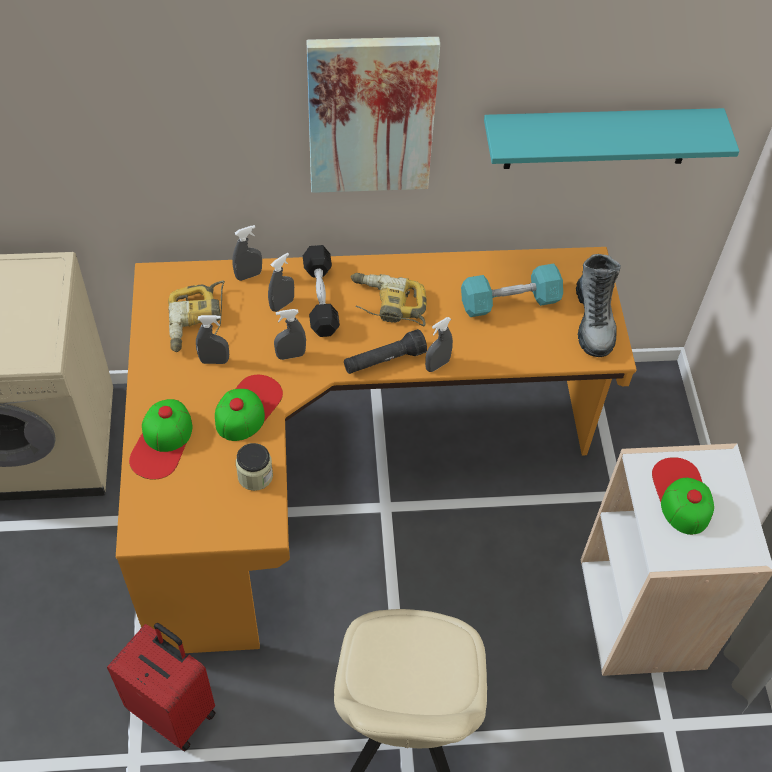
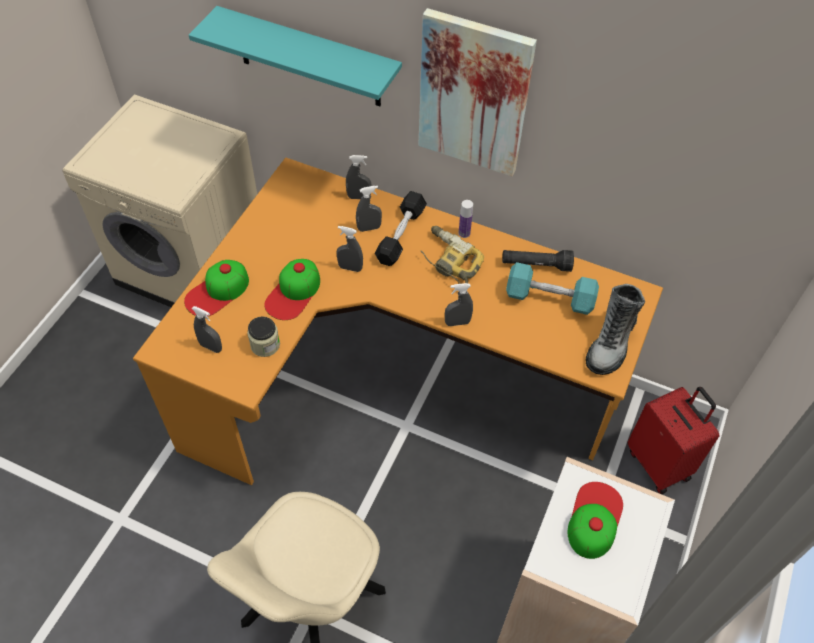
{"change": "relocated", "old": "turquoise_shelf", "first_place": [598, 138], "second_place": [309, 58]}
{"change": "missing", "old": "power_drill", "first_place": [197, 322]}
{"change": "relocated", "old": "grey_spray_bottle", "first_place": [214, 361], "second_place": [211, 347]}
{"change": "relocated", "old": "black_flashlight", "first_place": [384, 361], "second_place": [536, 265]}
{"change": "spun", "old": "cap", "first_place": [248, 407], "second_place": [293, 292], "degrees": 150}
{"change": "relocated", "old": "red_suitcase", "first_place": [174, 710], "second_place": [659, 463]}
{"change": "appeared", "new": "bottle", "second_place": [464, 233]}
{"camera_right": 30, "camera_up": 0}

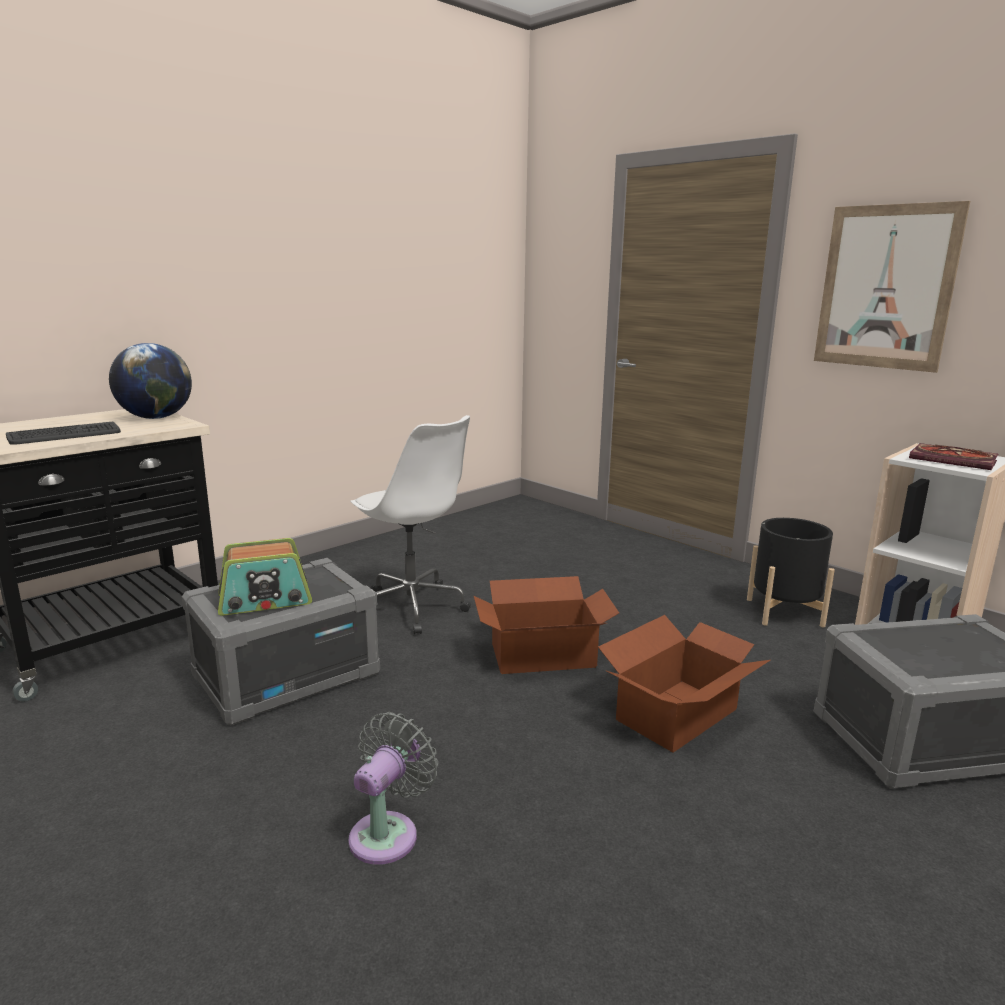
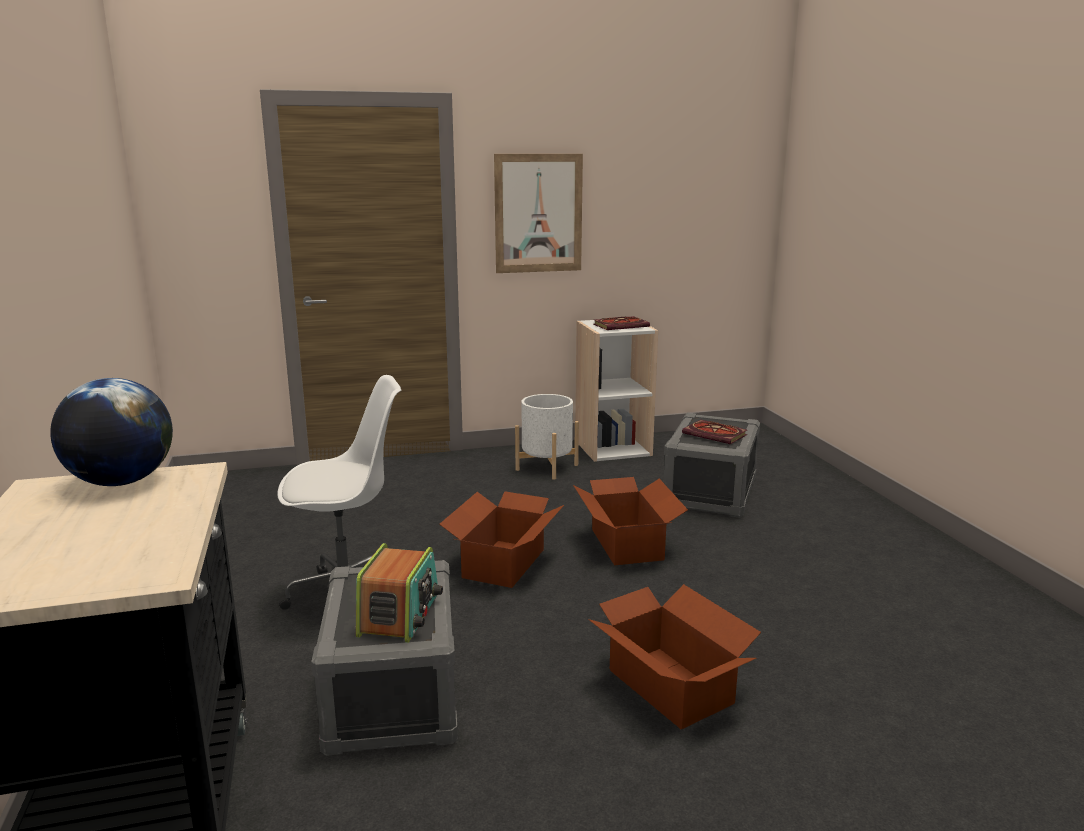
{"change": "missing", "old": "keyboard", "first_place": [65, 435]}
{"change": "colour", "old": "black_planter", "new": "white_planter", "first_place": [784, 612], "second_place": [547, 467]}
{"change": "exchanged", "old": "grey_fan", "new": "cardboard_box", "first_place": [388, 833], "second_place": [669, 687]}
{"change": "appeared", "new": "book", "second_place": [716, 434]}
{"camera_right": -60, "camera_up": 0}

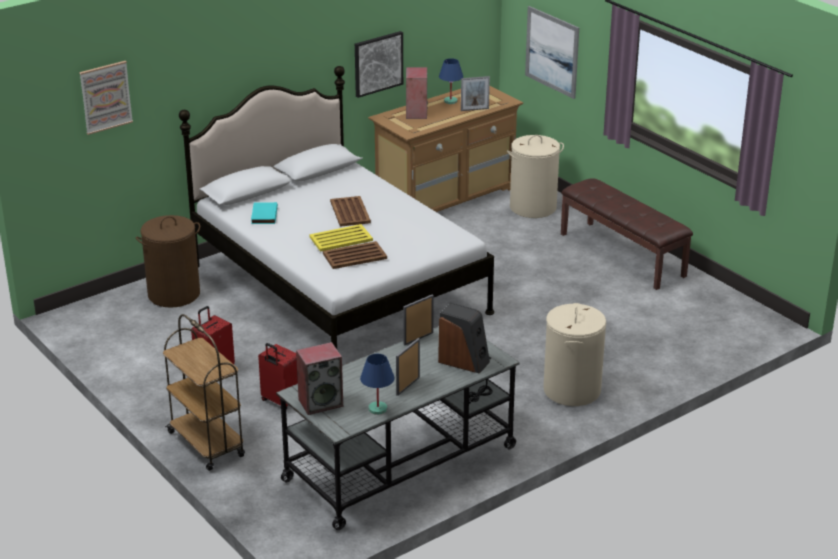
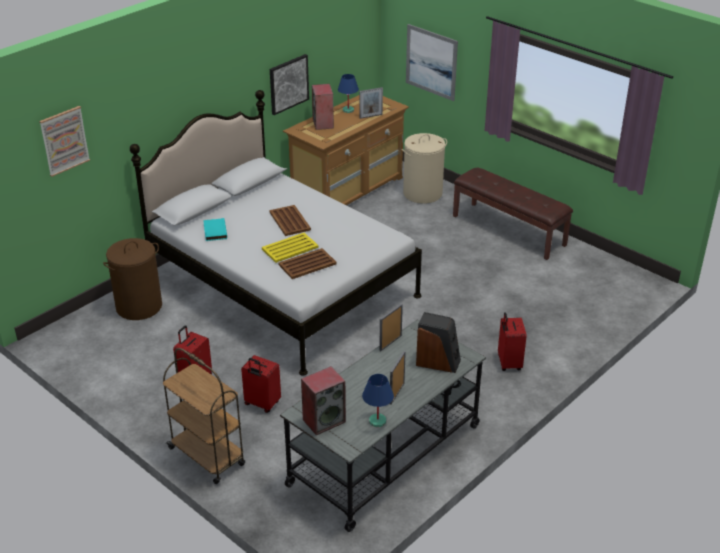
{"change": "exchanged", "old": "beige_laundry_basket", "new": "red_suitcase", "first_place": [571, 390], "second_place": [508, 363]}
{"camera_right": -10, "camera_up": 5}

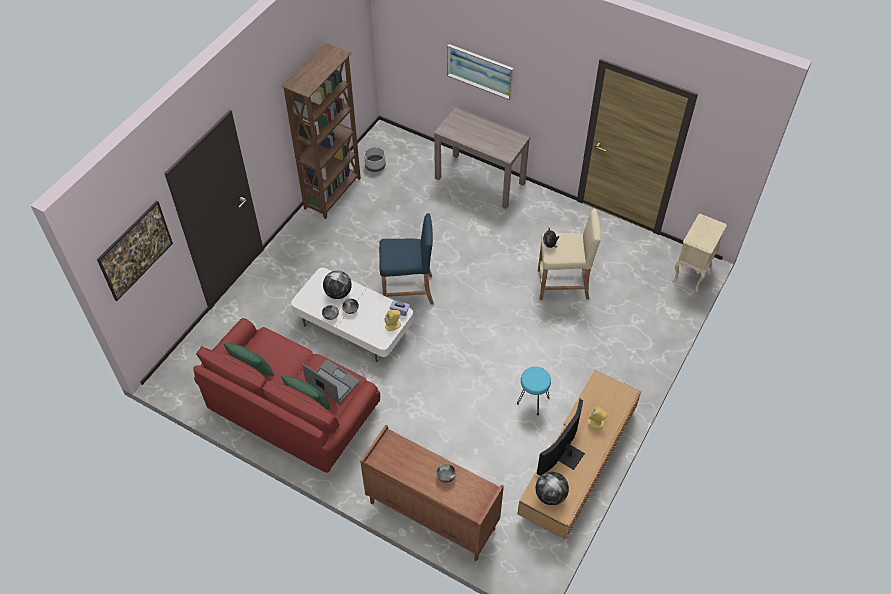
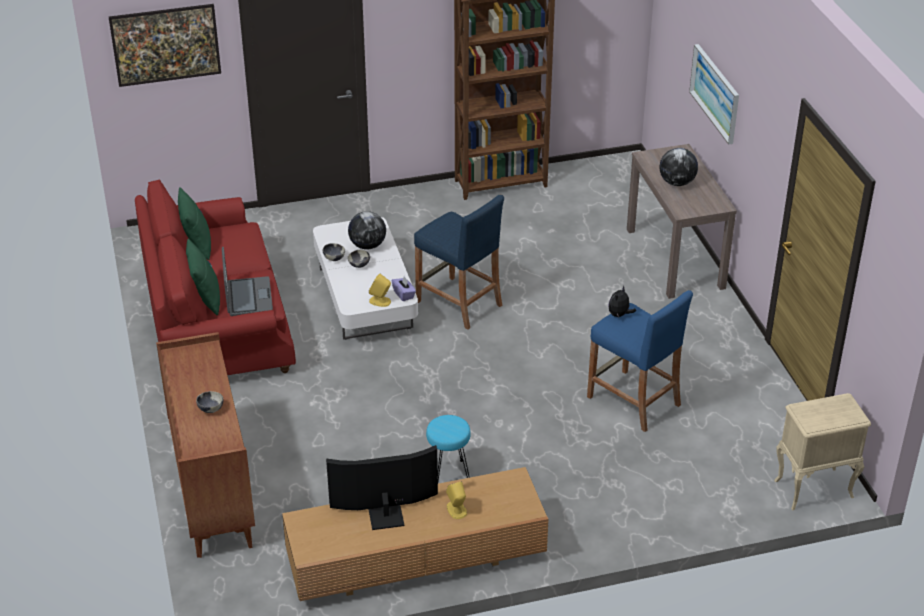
{"change": "missing", "old": "grey_planter", "first_place": [375, 165]}
{"change": "colour", "old": "beige_stool", "new": "blue_stool", "first_place": [563, 285], "second_place": [633, 401]}
{"change": "relocated", "old": "globe", "first_place": [550, 495], "second_place": [677, 183]}
{"camera_right": 45, "camera_up": -15}

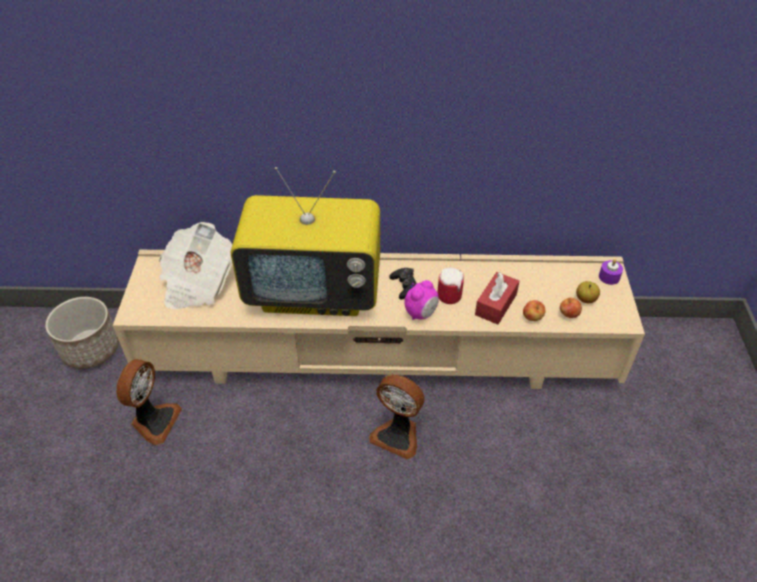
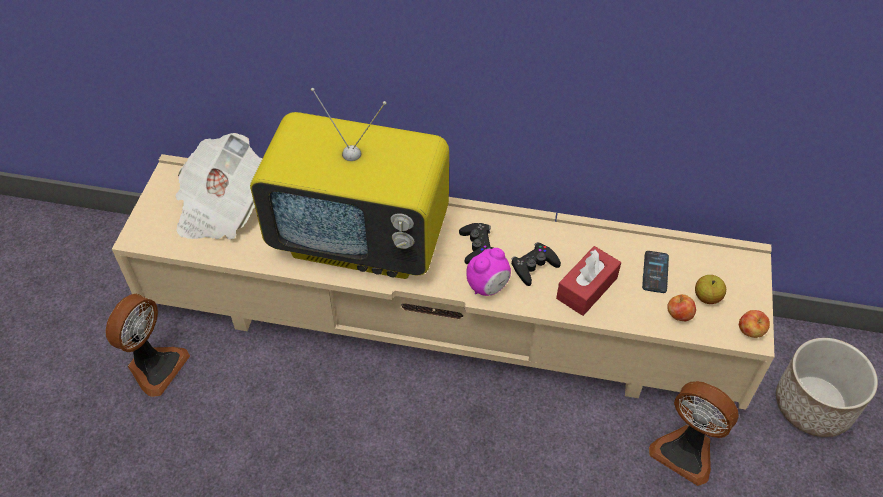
{"change": "missing", "old": "purple_candle", "first_place": [609, 277]}
{"change": "exchanged", "old": "mug", "new": "black_game_controller", "first_place": [452, 294], "second_place": [534, 266]}
{"change": "relocated", "old": "planter", "first_place": [91, 349], "second_place": [814, 405]}
{"change": "relocated", "old": "apple", "first_place": [532, 318], "second_place": [750, 331]}
{"change": "relocated", "old": "fan", "first_place": [398, 435], "second_place": [686, 451]}
{"change": "appeared", "new": "phone", "second_place": [655, 272]}
{"camera_right": 10, "camera_up": 5}

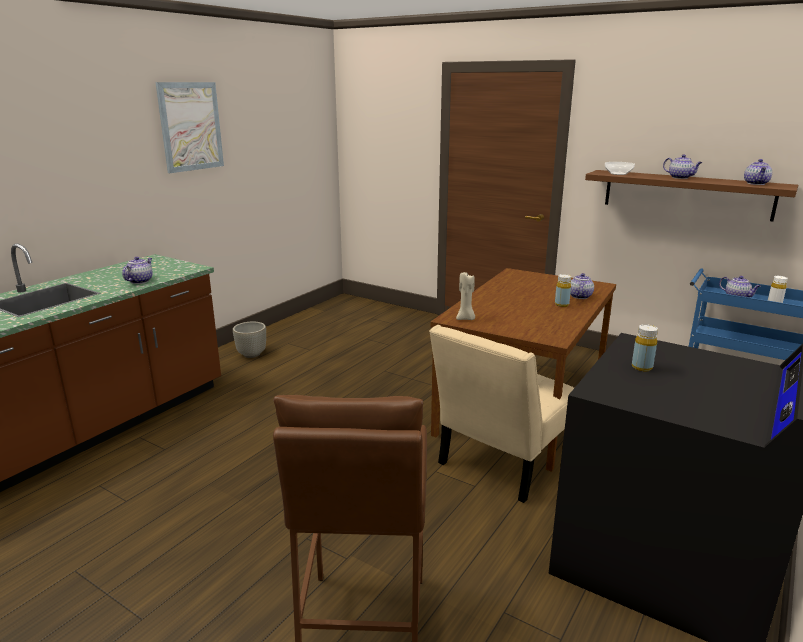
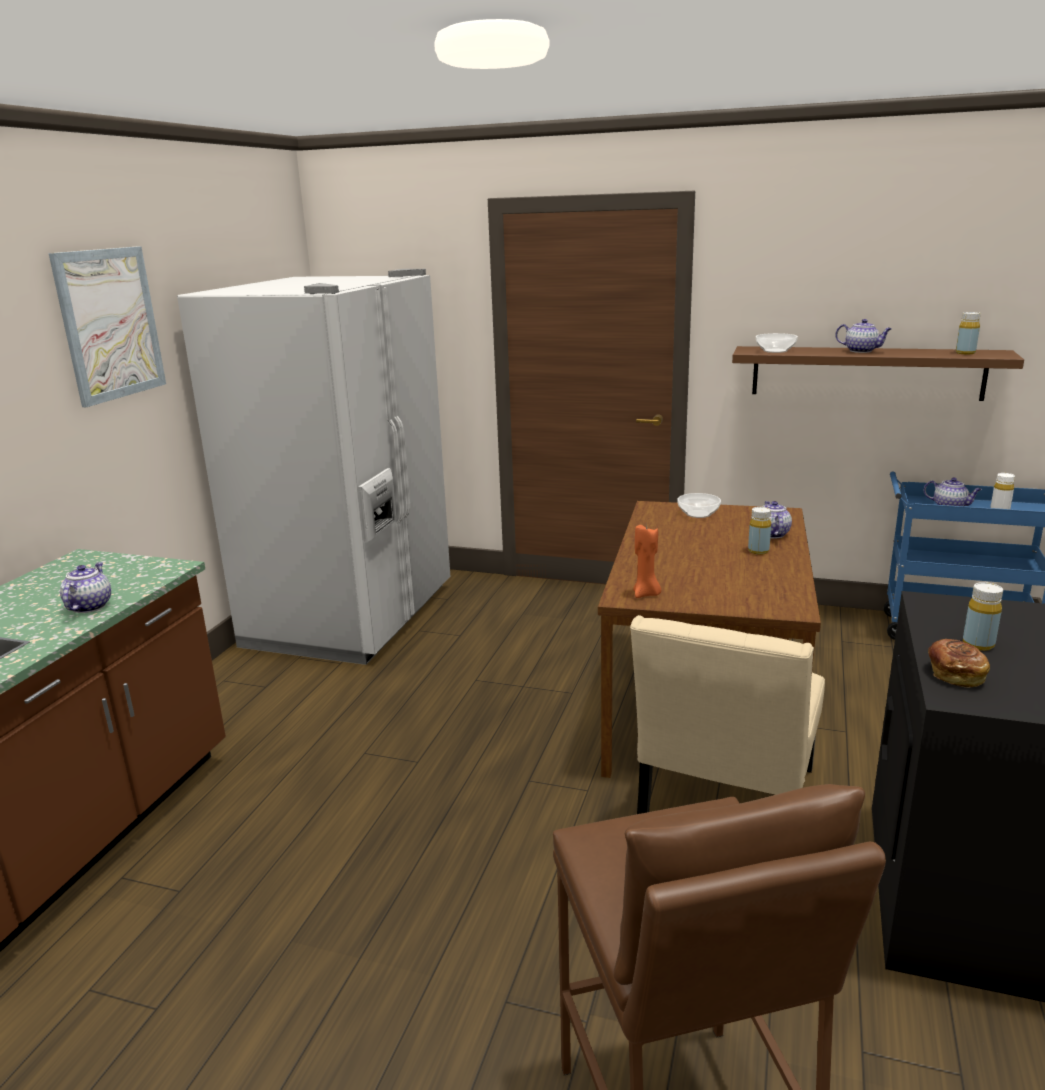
{"change": "exchanged", "old": "teapot", "new": "yellow_bottle", "first_place": [756, 183], "second_place": [965, 353]}
{"change": "colour", "old": "beige_candle", "new": "orange_candle", "first_place": [466, 319], "second_place": [646, 594]}
{"change": "missing", "old": "grey_planter", "first_place": [252, 354]}
{"change": "appeared", "new": "white_fridge", "second_place": [352, 614]}
{"change": "appeared", "new": "bowl", "second_place": [697, 514]}
{"change": "appeared", "new": "bread", "second_place": [955, 674]}
{"camera_right": -15, "camera_up": 0}

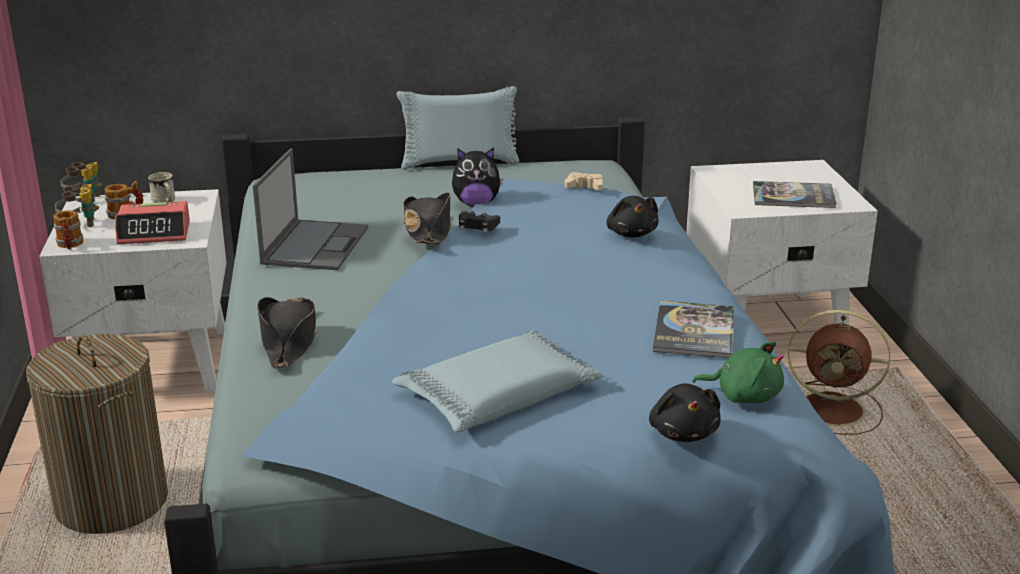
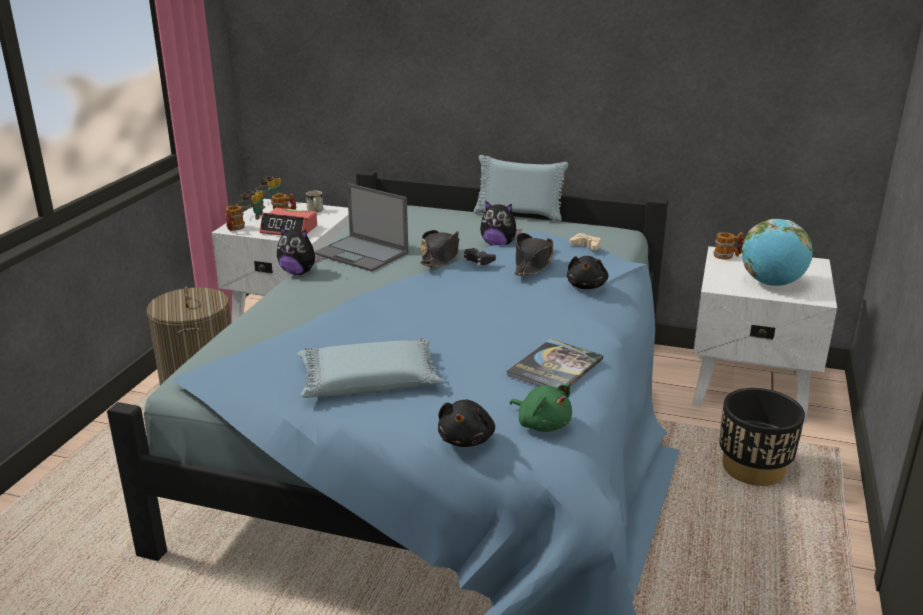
{"change": "spun", "old": "laptop", "first_place": [315, 245], "second_place": [362, 254], "degrees": 90}
{"change": "exchanged", "old": "book", "new": "globe", "first_place": [793, 196], "second_place": [771, 283]}
{"change": "relocated", "old": "black_hat", "first_place": [289, 341], "second_place": [533, 263]}
{"change": "exchanged", "old": "brown_fan", "new": "black_planter", "first_place": [834, 410], "second_place": [753, 468]}
{"change": "appeared", "new": "plush_toy", "second_place": [298, 272]}
{"change": "appeared", "new": "mug", "second_place": [727, 256]}
{"camera_right": 25, "camera_up": 0}

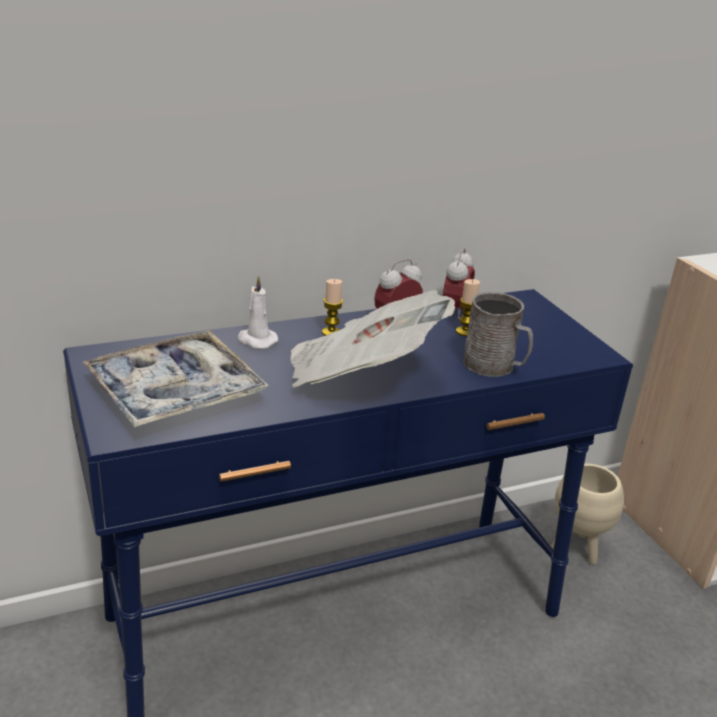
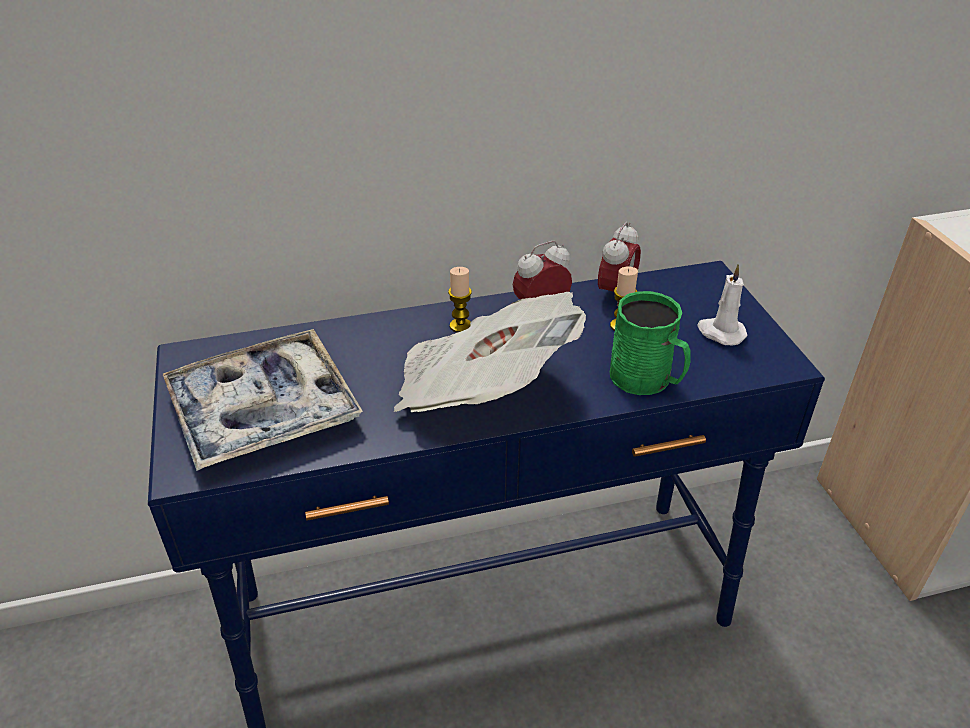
{"change": "relocated", "old": "white_candle", "first_place": [256, 340], "second_place": [720, 332]}
{"change": "colour", "old": "grey_mug", "new": "green_mug", "first_place": [495, 366], "second_place": [647, 379]}
{"change": "missing", "old": "beige_planter", "first_place": [577, 549]}
{"camera_right": 10, "camera_up": 10}

